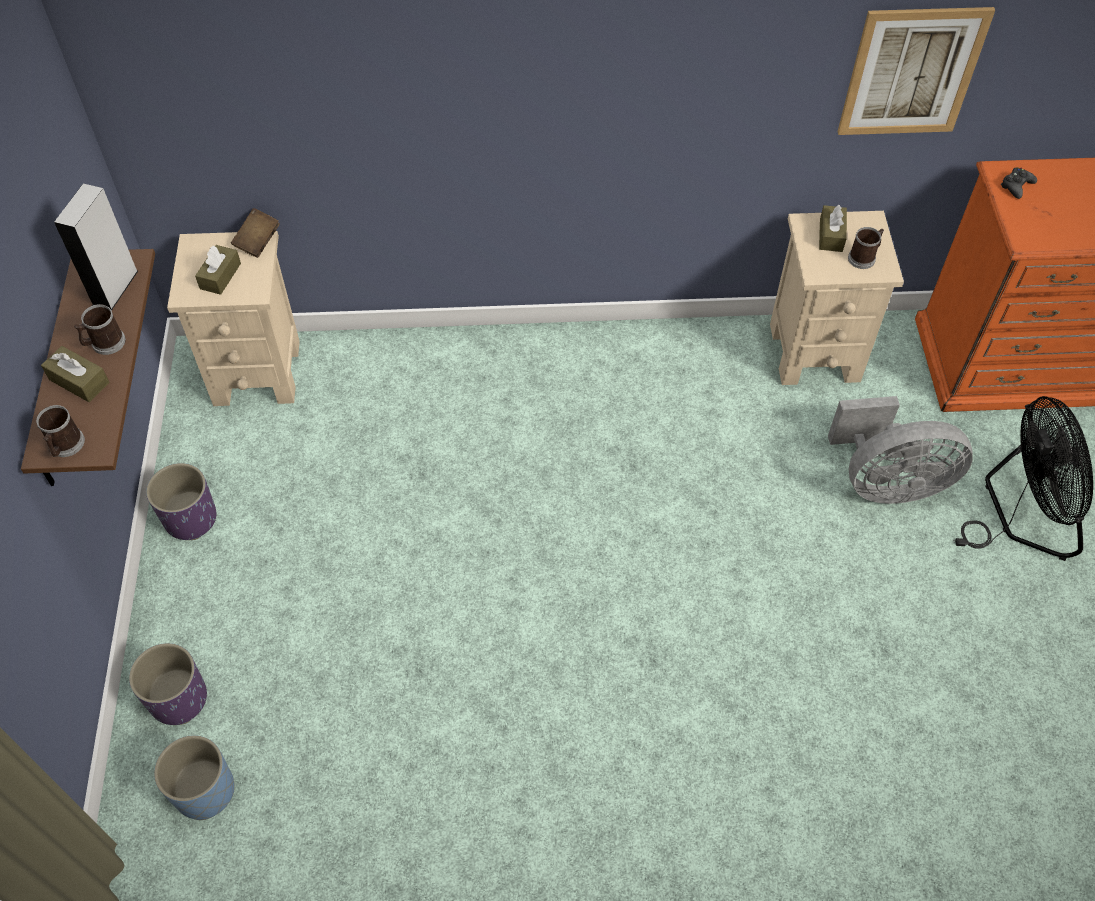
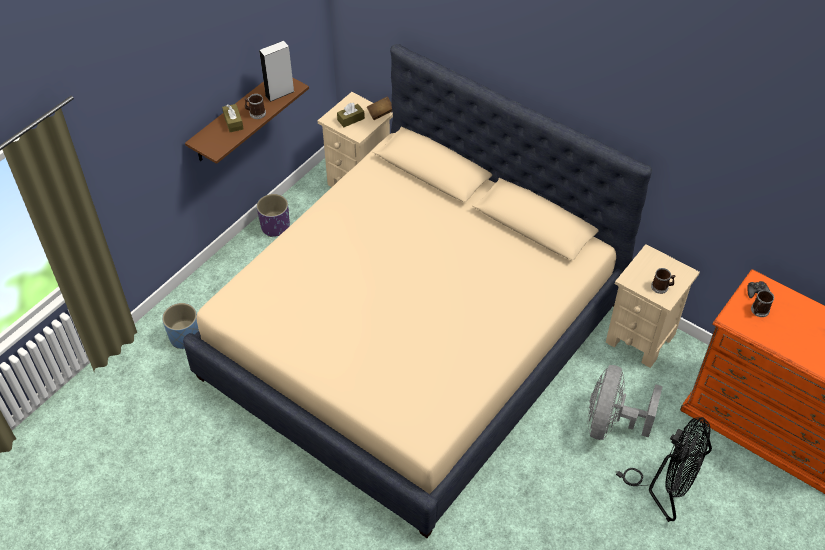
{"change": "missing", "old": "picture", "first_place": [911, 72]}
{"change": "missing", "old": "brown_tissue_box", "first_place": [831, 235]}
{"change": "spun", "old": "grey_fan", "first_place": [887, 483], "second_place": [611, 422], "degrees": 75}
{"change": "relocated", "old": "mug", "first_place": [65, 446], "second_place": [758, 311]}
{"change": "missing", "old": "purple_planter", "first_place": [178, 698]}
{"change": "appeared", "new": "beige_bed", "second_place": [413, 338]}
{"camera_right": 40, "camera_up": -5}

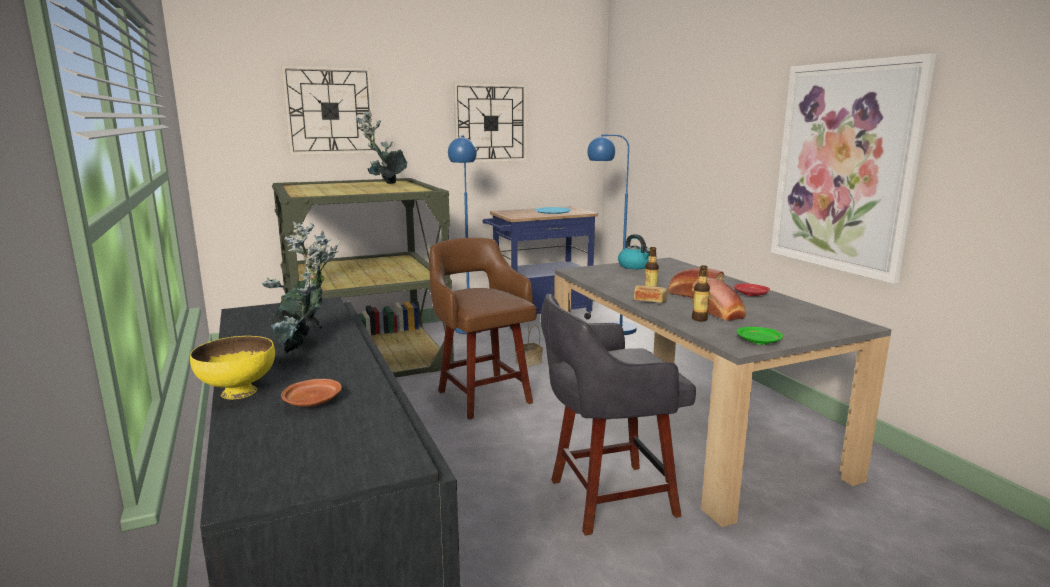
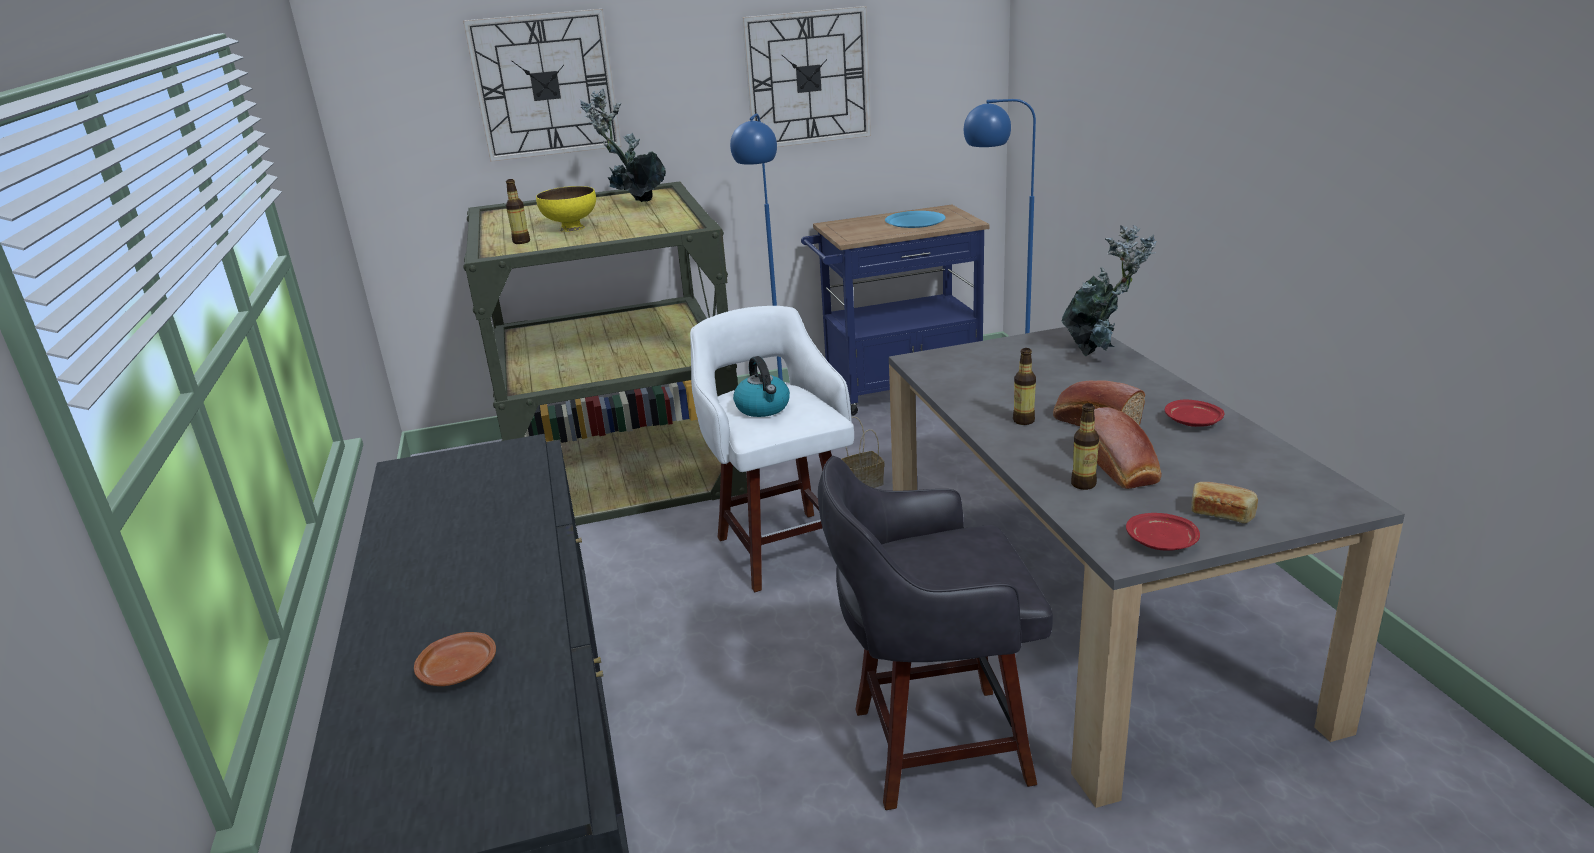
{"change": "missing", "old": "picture", "first_place": [844, 167]}
{"change": "relocated", "old": "potted_plant", "first_place": [304, 350], "second_place": [1099, 353]}
{"change": "relocated", "old": "kettle", "first_place": [635, 266], "second_place": [763, 408]}
{"change": "colour", "old": "brown_stool", "new": "white_stool", "first_place": [483, 395], "second_place": [782, 547]}
{"change": "relocated", "old": "bread", "first_place": [649, 301], "second_place": [1222, 513]}
{"change": "colour", "old": "green_plate", "new": "red_plate", "first_place": [759, 342], "second_place": [1162, 542]}
{"change": "relocated", "old": "yellow_bowl", "first_place": [238, 392], "second_place": [571, 228]}
{"change": "appeared", "new": "bottle", "second_place": [521, 242]}
{"camera_right": 10, "camera_up": 10}

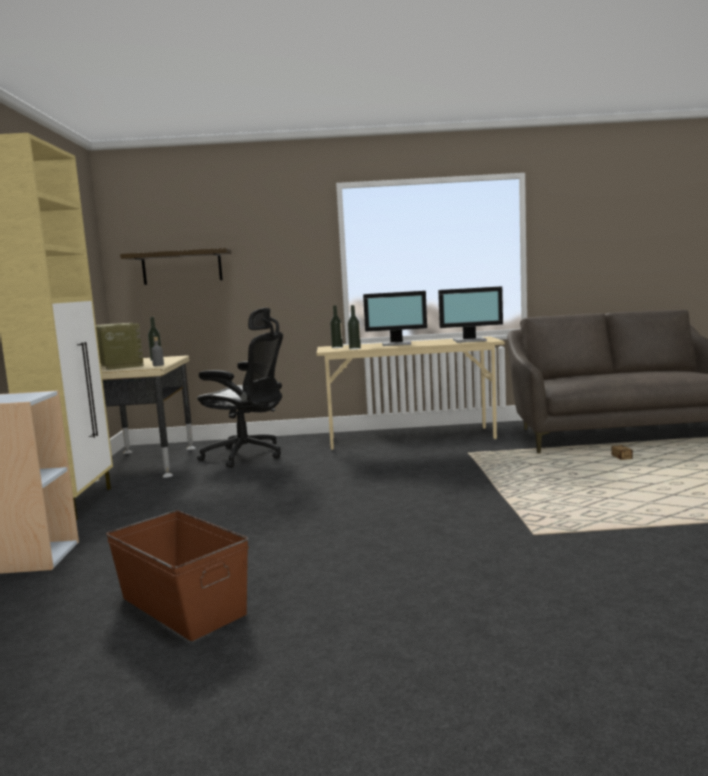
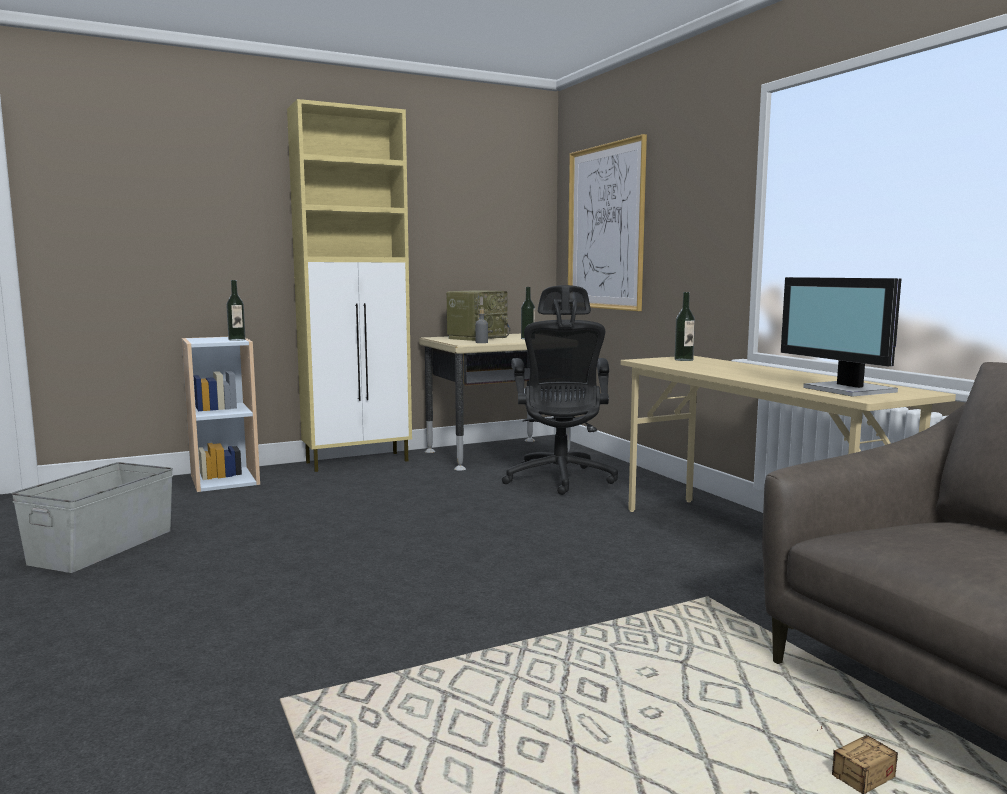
{"change": "exchanged", "old": "shelf", "new": "picture", "first_place": [182, 267], "second_place": [605, 227]}
{"change": "missing", "old": "monitor", "first_place": [397, 344]}
{"change": "relocated", "old": "bottle", "first_place": [355, 348], "second_place": [237, 340]}
{"change": "colour", "old": "brown_storage_box", "new": "grey_storage_box", "first_place": [183, 605], "second_place": [104, 546]}
{"camera_right": 65, "camera_up": 0}

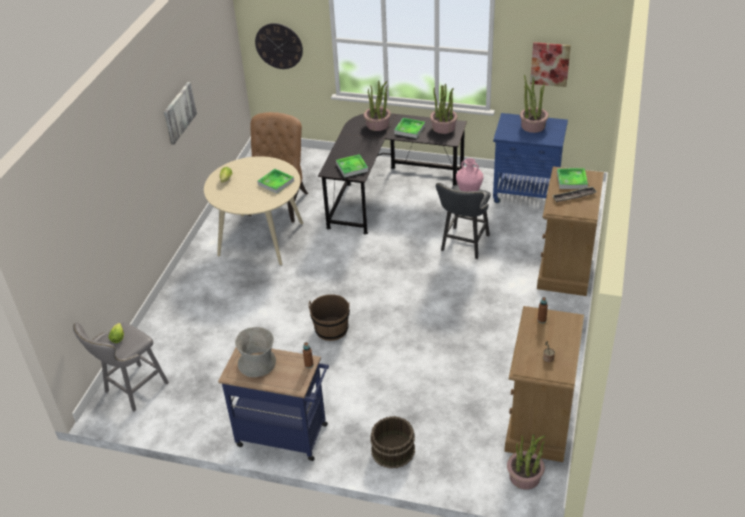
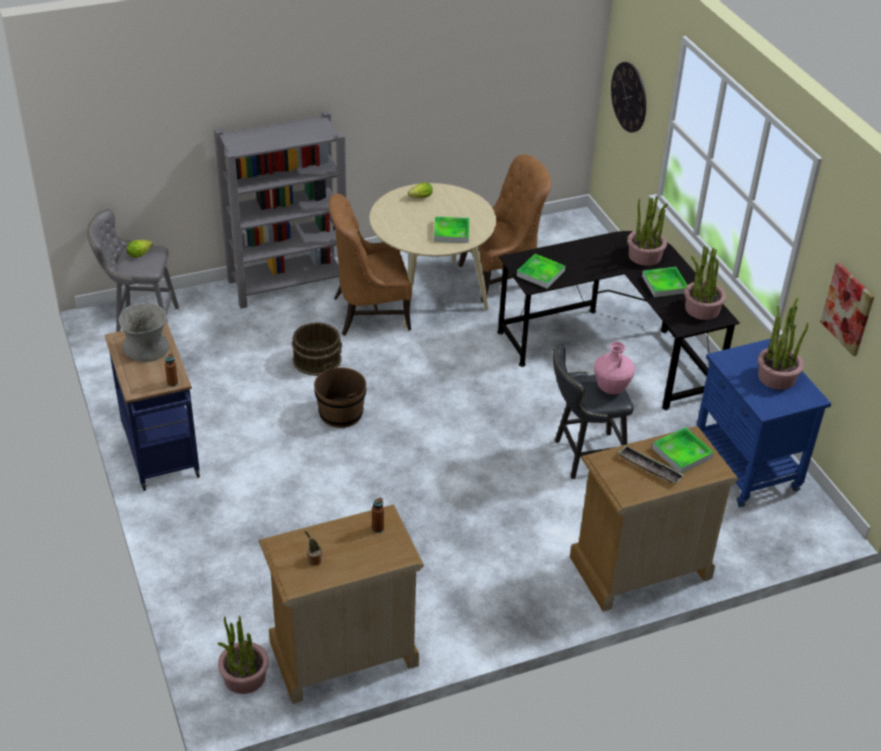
{"change": "missing", "old": "picture", "first_place": [179, 112]}
{"change": "relocated", "old": "brown_bucket", "first_place": [392, 450], "second_place": [317, 360]}
{"change": "appeared", "new": "grey_bookcase", "second_place": [287, 283]}
{"change": "appeared", "new": "brown_chair", "second_place": [370, 312]}
{"camera_right": 50, "camera_up": 0}

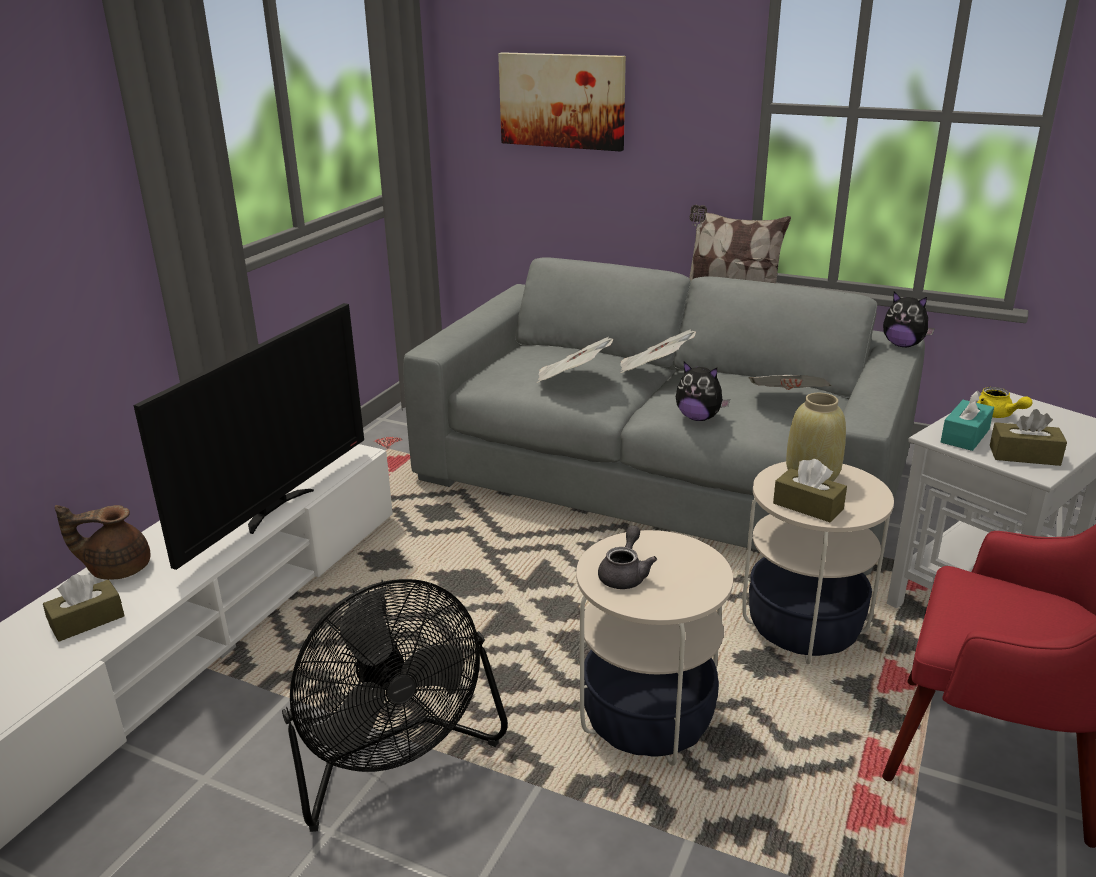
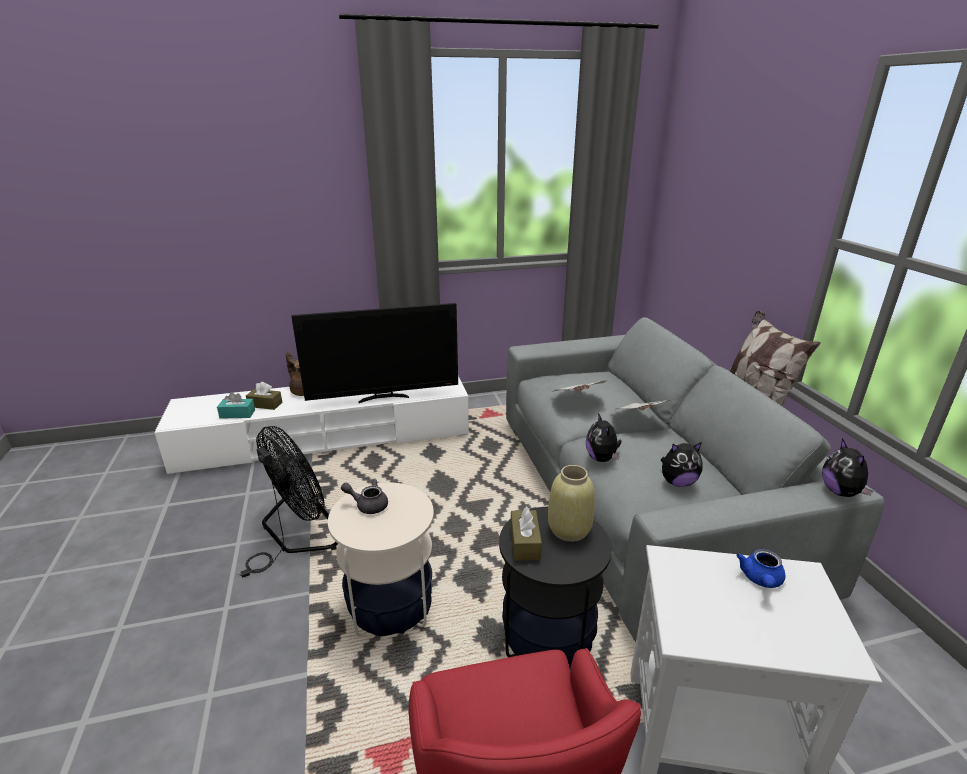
{"change": "missing", "old": "picture", "first_place": [562, 100]}
{"change": "exchanged", "old": "newspaper", "new": "plush_toy", "first_place": [786, 402], "second_place": [677, 482]}
{"change": "colour", "old": "yellow_teapot", "new": "blue_teapot", "first_place": [996, 415], "second_place": [760, 580]}
{"change": "relocated", "old": "turquoise_tissue_box", "first_place": [965, 436], "second_place": [237, 414]}
{"change": "missing", "old": "brown_tissue_box", "first_place": [1024, 455]}
{"change": "colour", "old": "beige_side_table", "new": "black_side_table", "first_place": [803, 630], "second_place": [547, 639]}
{"change": "spun", "old": "grey_teapot", "first_place": [625, 574], "second_place": [368, 505], "degrees": -150}
{"change": "spun", "old": "black_fan", "first_place": [384, 761], "second_place": [291, 534], "degrees": -150}
{"camera_right": 50, "camera_up": 0}

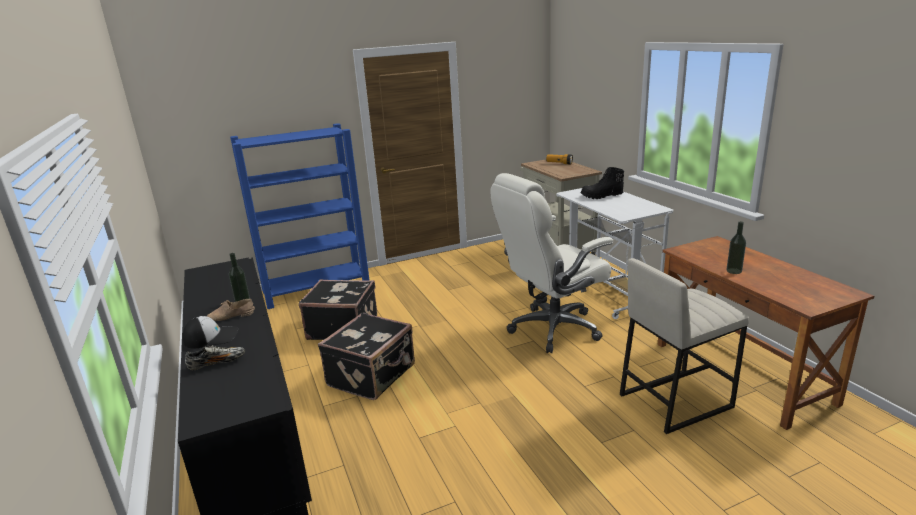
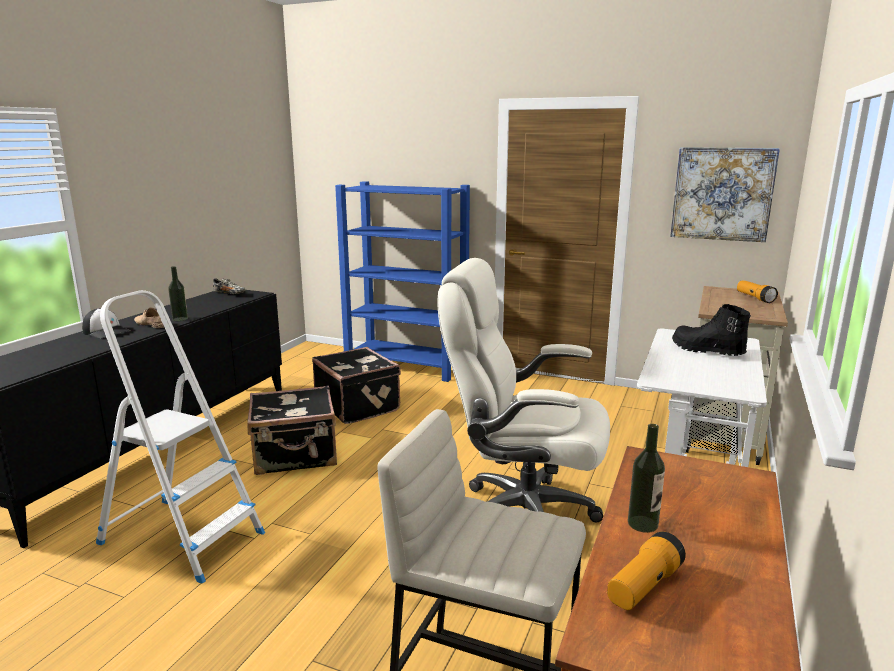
{"change": "relocated", "old": "shoe", "first_place": [217, 363], "second_place": [230, 294]}
{"change": "appeared", "new": "picture", "second_place": [722, 194]}
{"change": "appeared", "new": "white_step_ladder", "second_place": [183, 538]}
{"change": "appeared", "new": "flashlight", "second_place": [643, 586]}
{"camera_right": 45, "camera_up": -5}

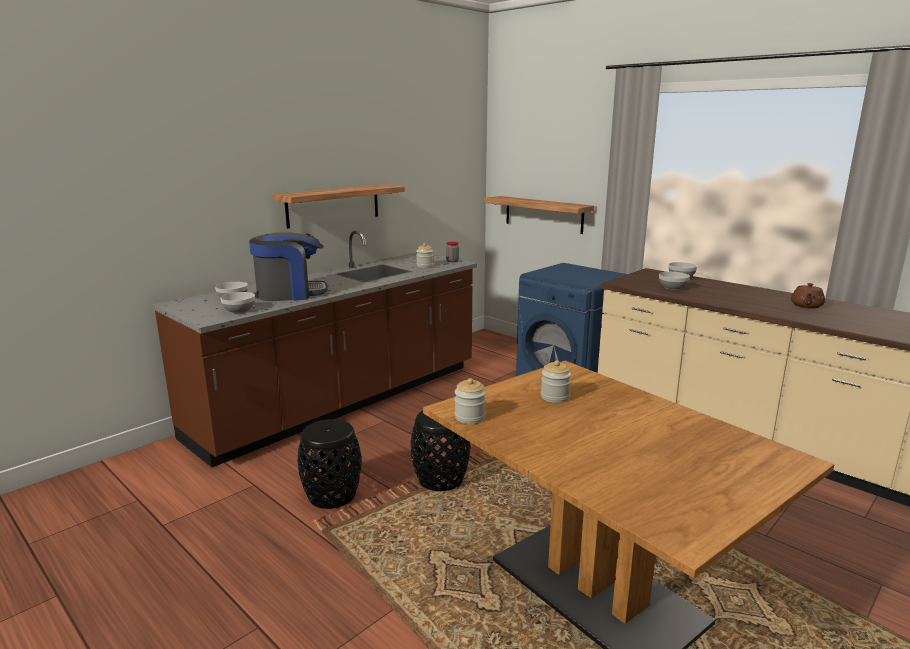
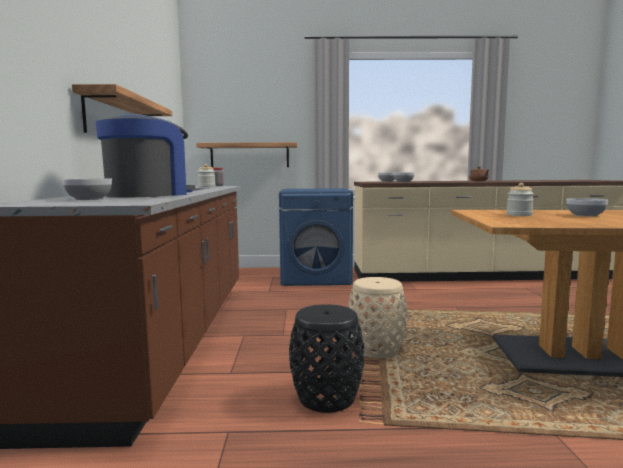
{"change": "relocated", "old": "bowl", "first_place": [239, 310], "second_place": [584, 215]}
{"change": "missing", "old": "jar", "first_place": [470, 417]}
{"change": "colour", "old": "black_stool", "new": "beige_stool", "first_place": [440, 479], "second_place": [376, 349]}
{"camera_right": -45, "camera_up": -10}

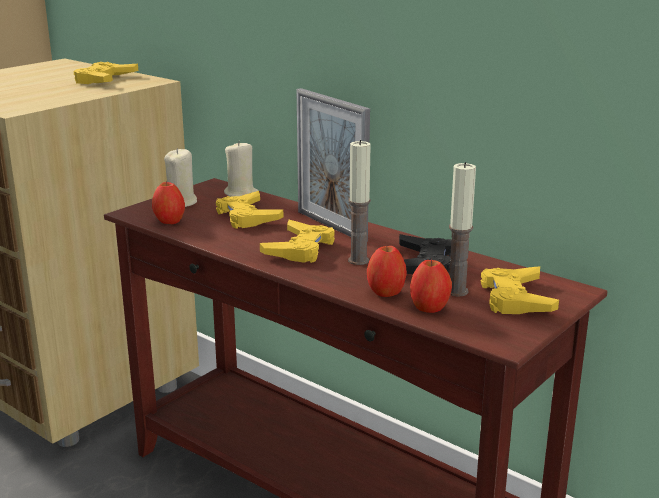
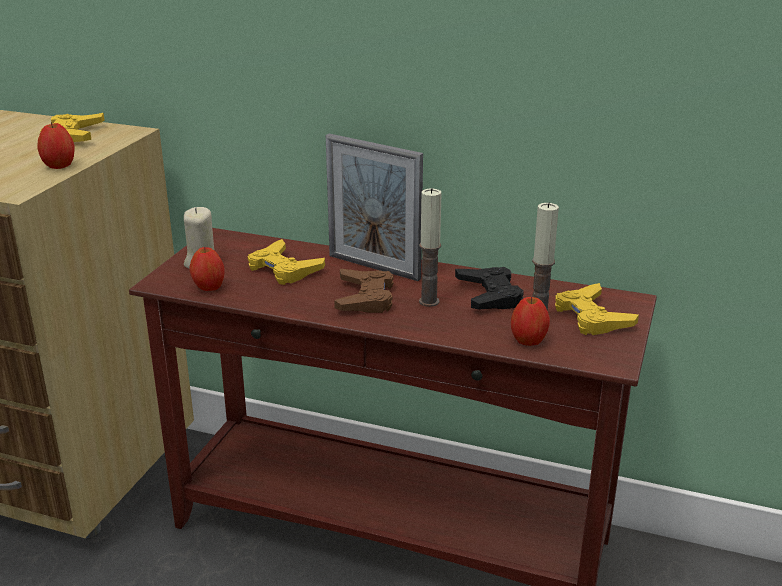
{"change": "missing", "old": "beige_candle", "first_place": [241, 193]}
{"change": "colour", "old": "yellow_game_controller", "new": "brown_game_controller", "first_place": [300, 249], "second_place": [365, 297]}
{"change": "relocated", "old": "apple", "first_place": [386, 292], "second_place": [59, 165]}
{"camera_right": -20, "camera_up": 5}

